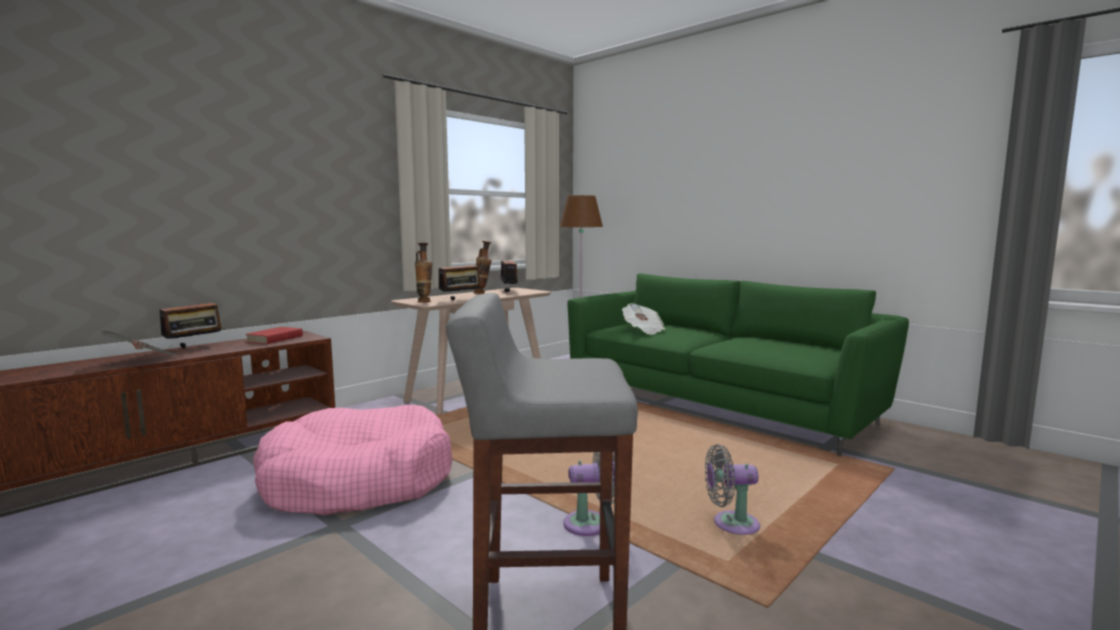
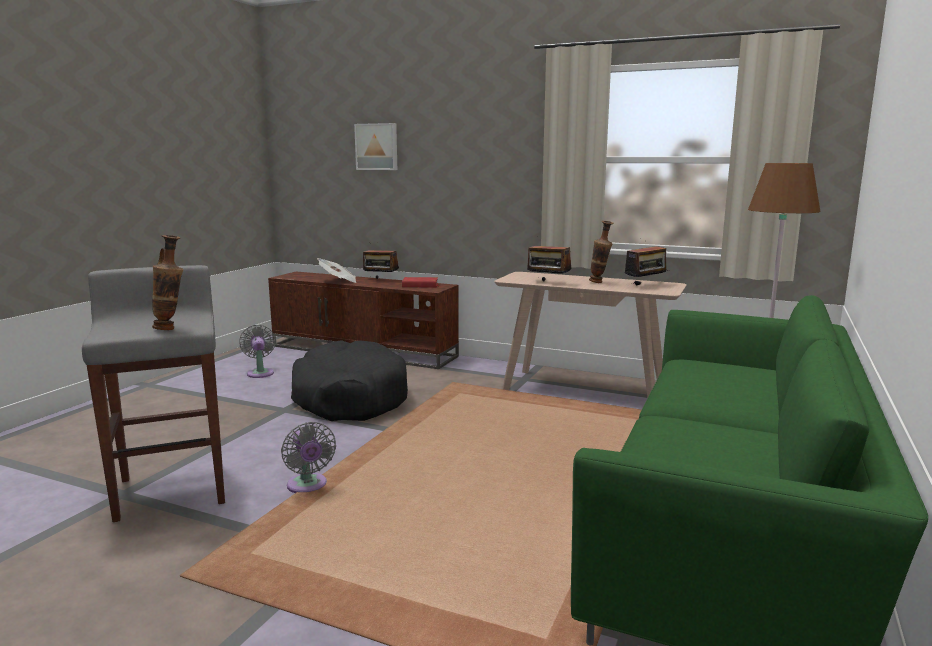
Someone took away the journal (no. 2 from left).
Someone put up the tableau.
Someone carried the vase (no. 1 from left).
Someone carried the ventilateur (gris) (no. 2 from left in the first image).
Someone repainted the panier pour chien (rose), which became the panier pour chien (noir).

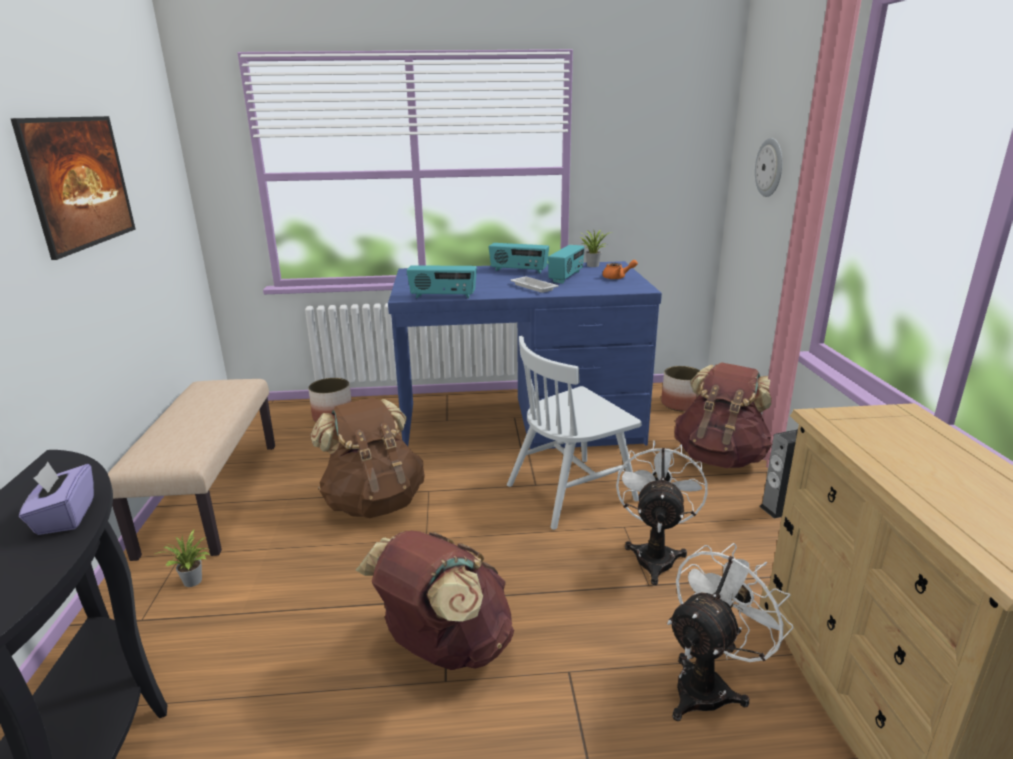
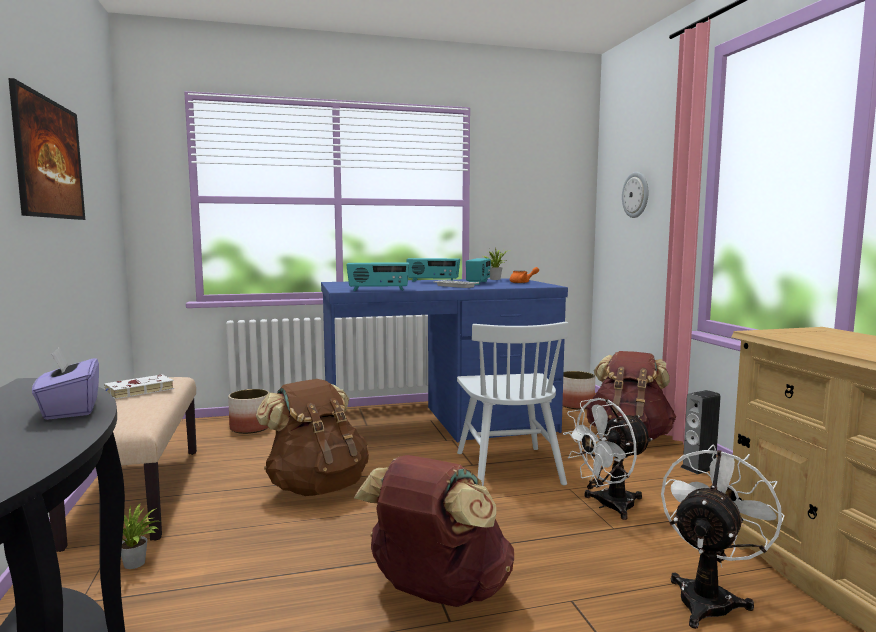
Someone put down the livre (blanc).
Someone rotated the chaise (blanc) by 60 degrees counterclockwise.
Someone rotated the ventilateur (blanc) (no. 1 from left) by 120 degrees counterclockwise.

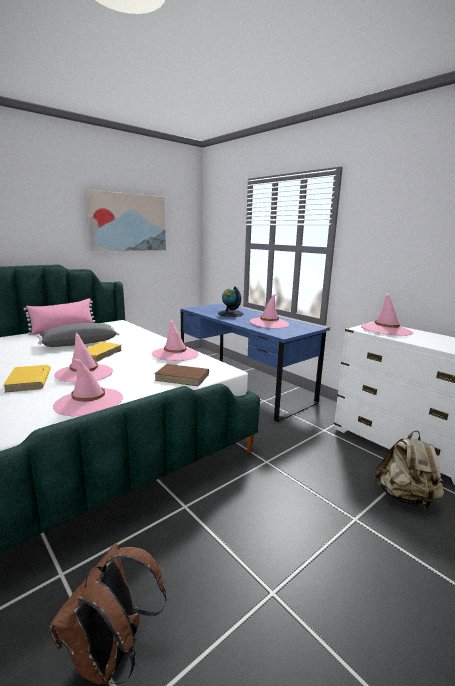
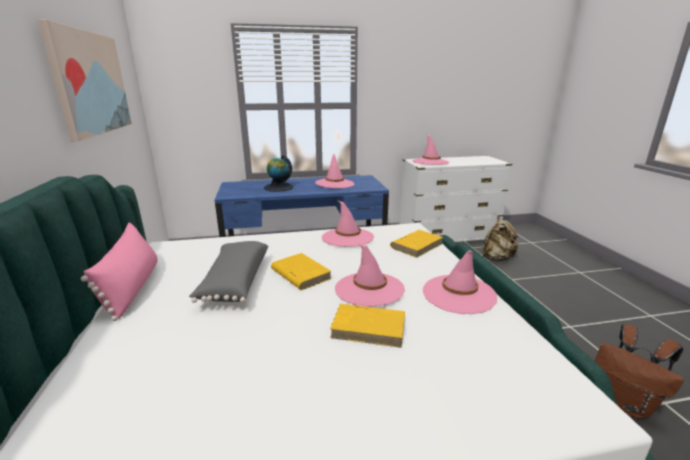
Someone repainted the livre (marron), which became the livre (jaune) (no. 3 from left).

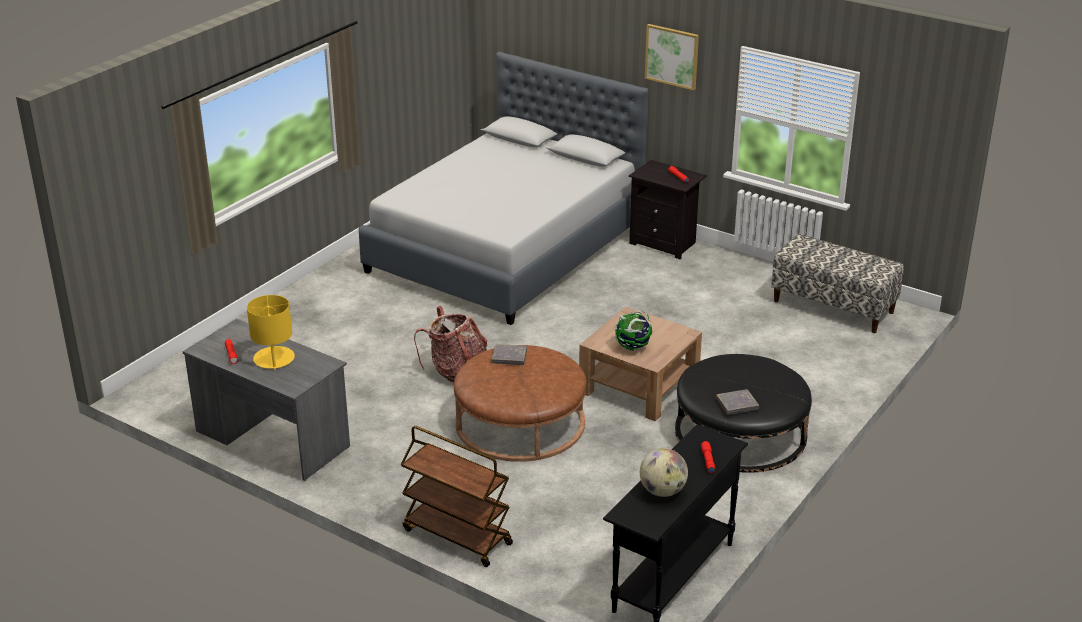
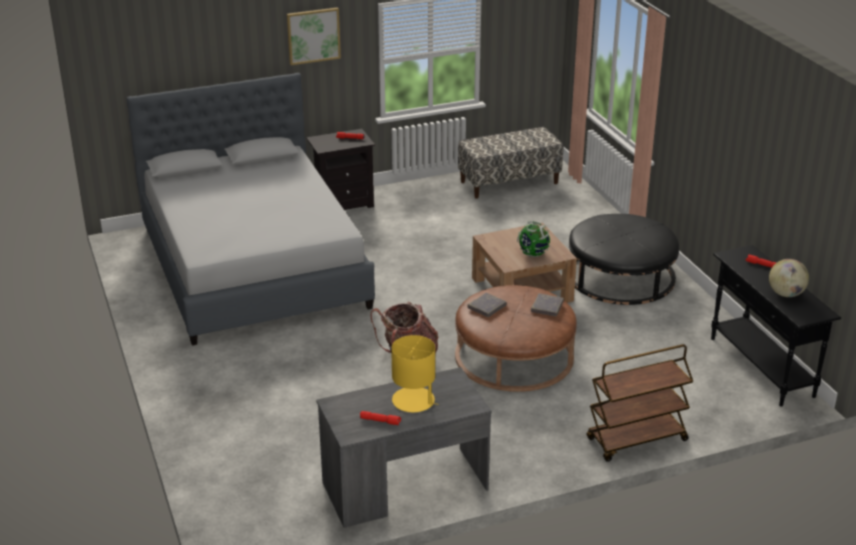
Someone carried the livre (gris) (no. 2 from left).

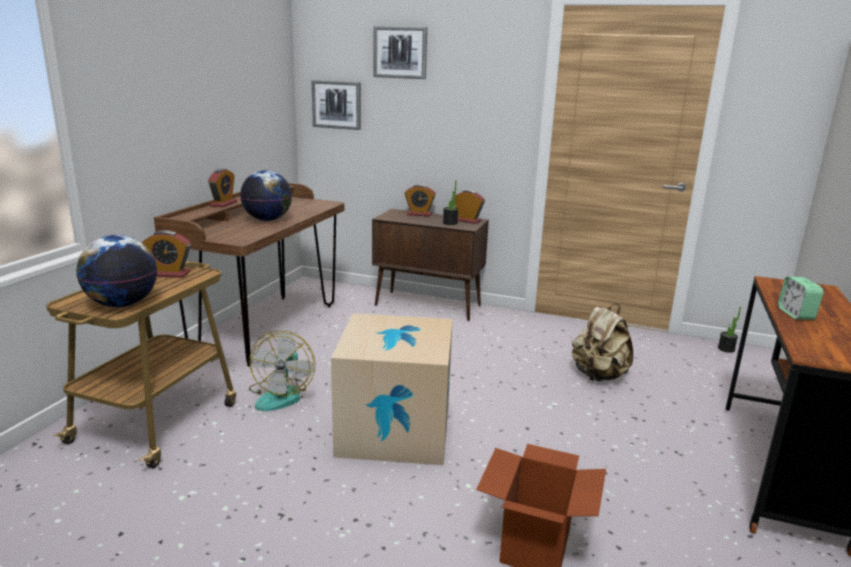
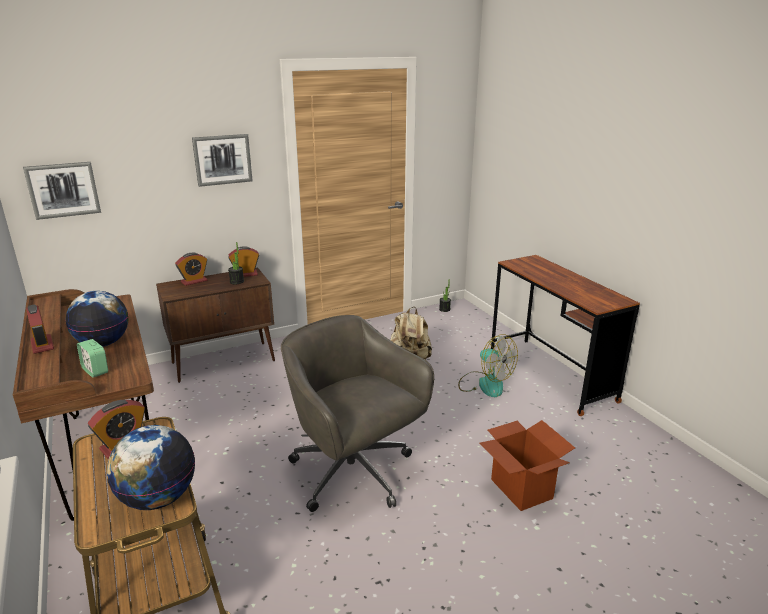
Someone carried the ventilateur.
Someone carried the tableau (no. 2 from left).
Someone carried the réveil (no. 5 from left in the first image).
Someone swapped the carton (no. 1 from left) for the chaise de bureau (gris).

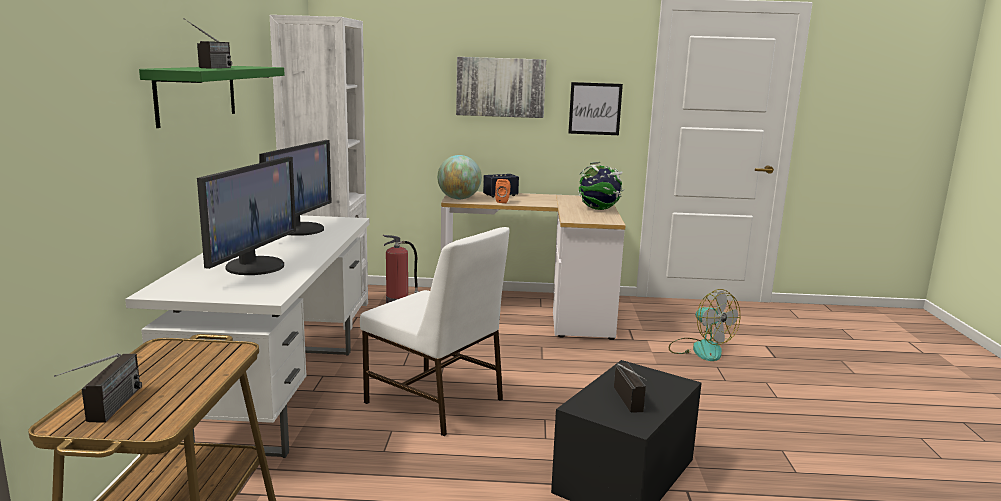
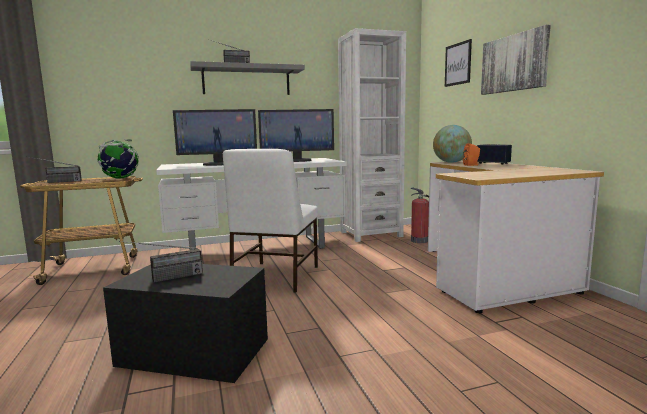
Someone took away the ventilateur.
Someone carried the tableau (no. 2 from left in the first image).
Someone carried the globe (no. 2 from left in the first image).
Someone repainted the étagère (vert), which became the étagère (gris).

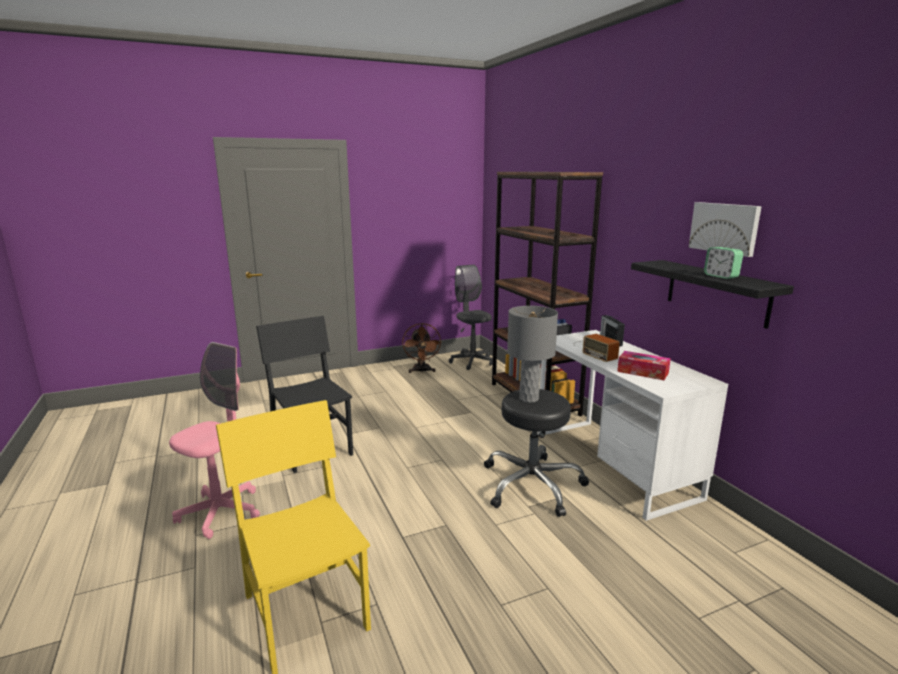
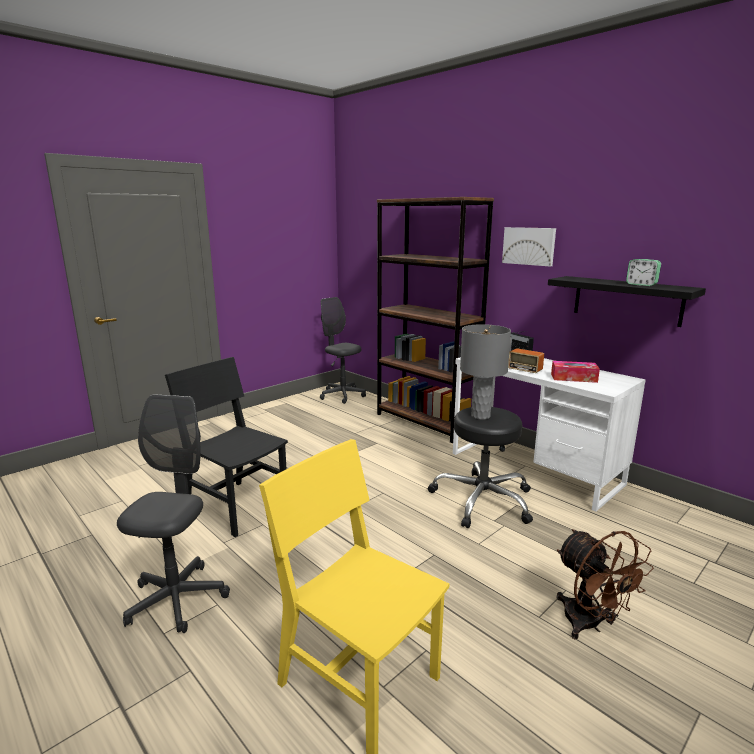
Someone carried the ventilateur (marron).
Someone carried the tableau.
Someone repainted the chaise de bureau (rose), which became the chaise de bureau (gris) (no. 1 from left).

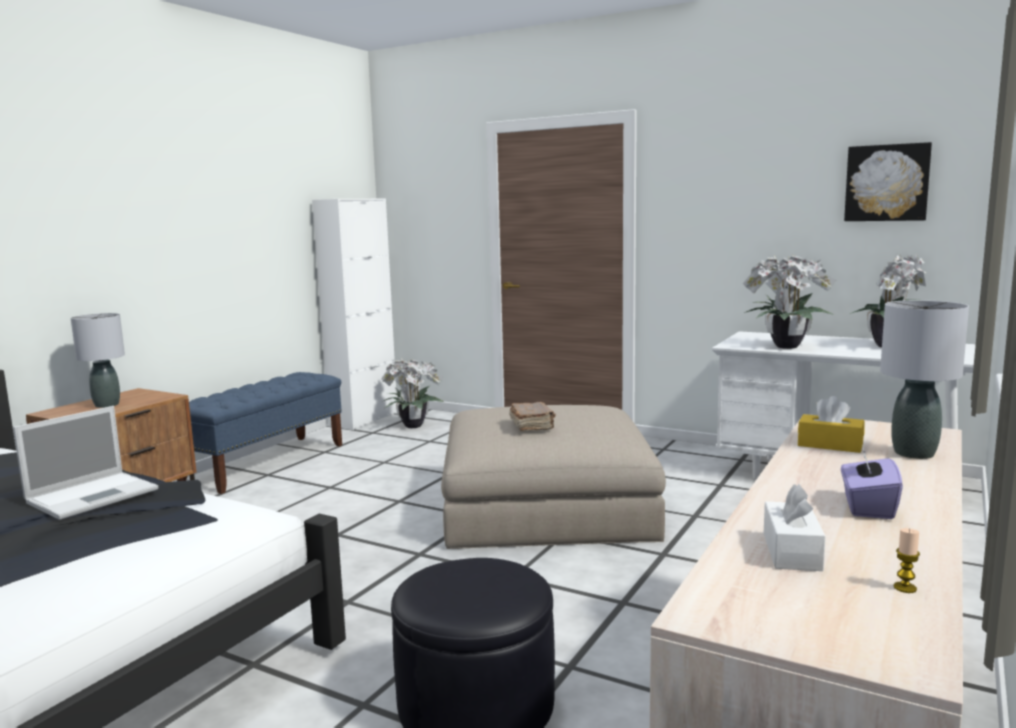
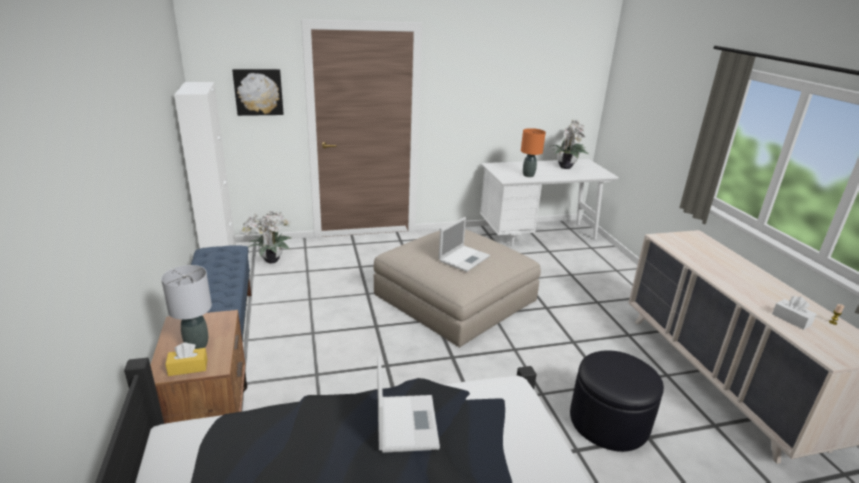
Someone took away the boîte à mouchoirs (violet).
Someone took away the lampe de table (gris) (no. 2 from left).
Someone carried the boîte à mouchoirs (jaune).
Someone carried the tableau.
Someone swapped the livre (marron) for the ordinateur portable (no. 2 from left).
Someone swapped the plante en pot (no. 2 from left) for the lampe de table (orange).

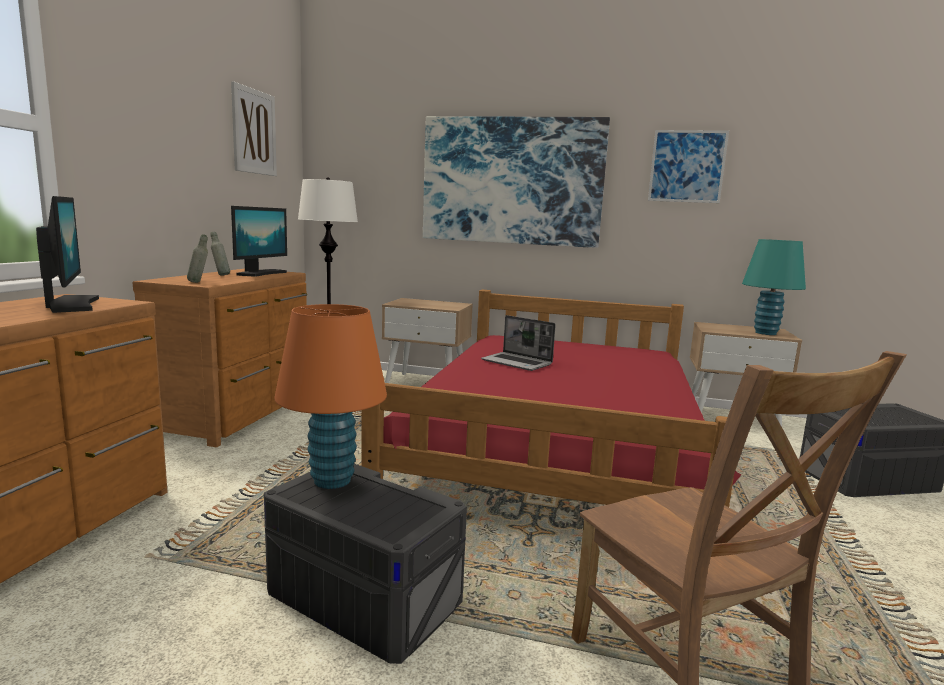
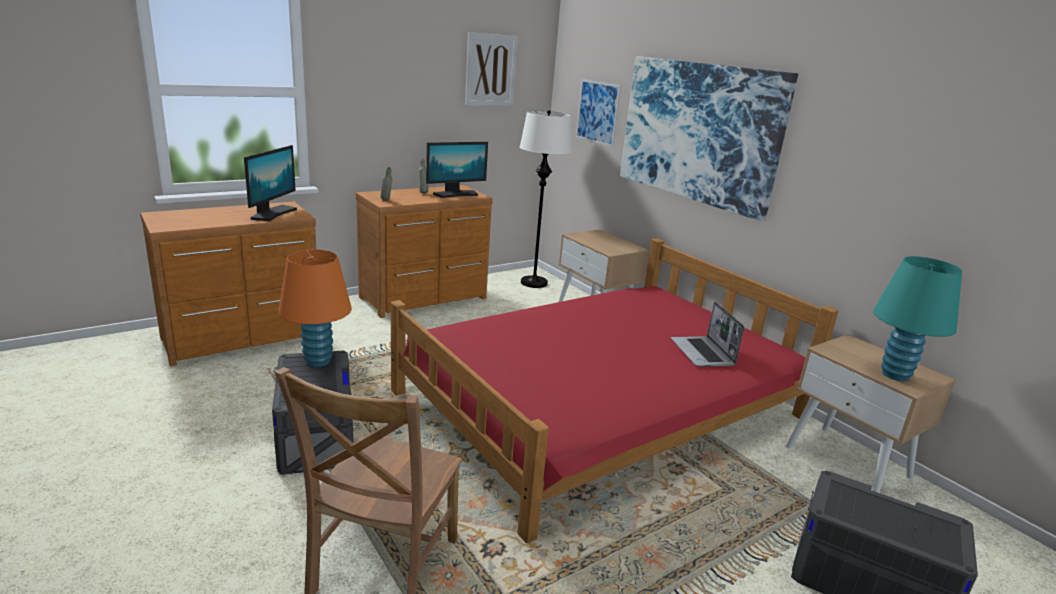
Someone carried the ordinateur portable.
Someone carried the tableau (no. 3 from left in the first image).

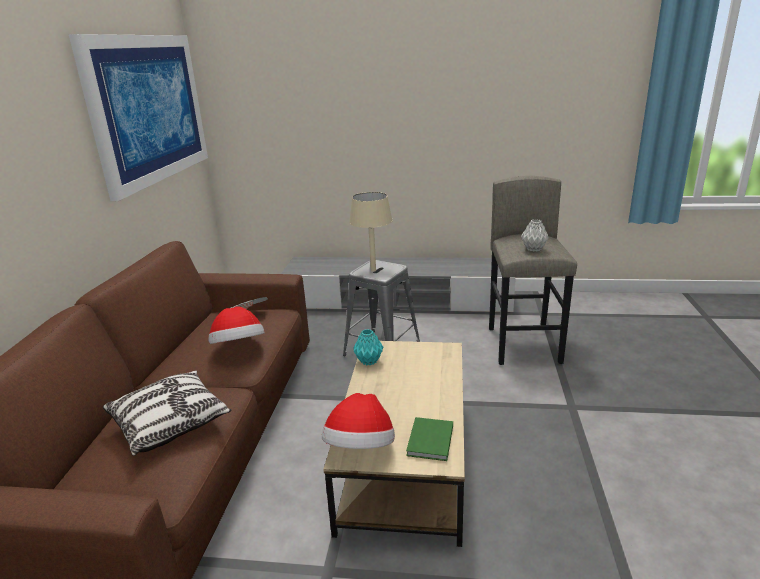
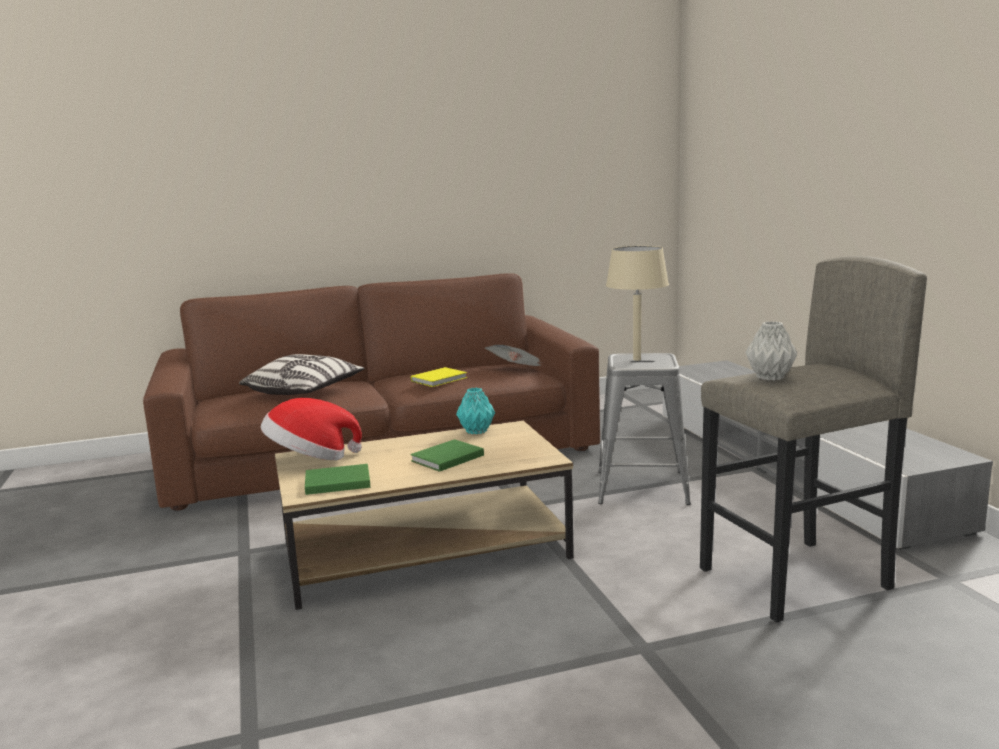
Someone took away the tableau.
Someone put down the livre (vert) (no. 2 from left).
Someone swapped the chapeau (no. 1 from left) for the livre (jaune).

